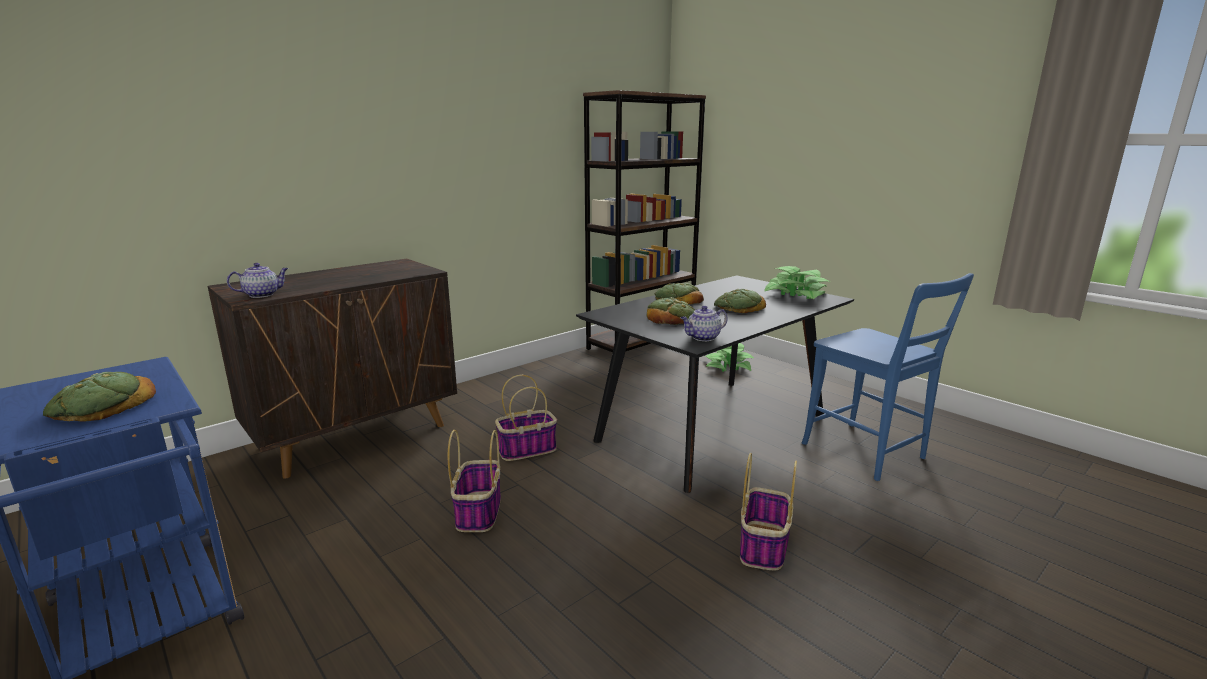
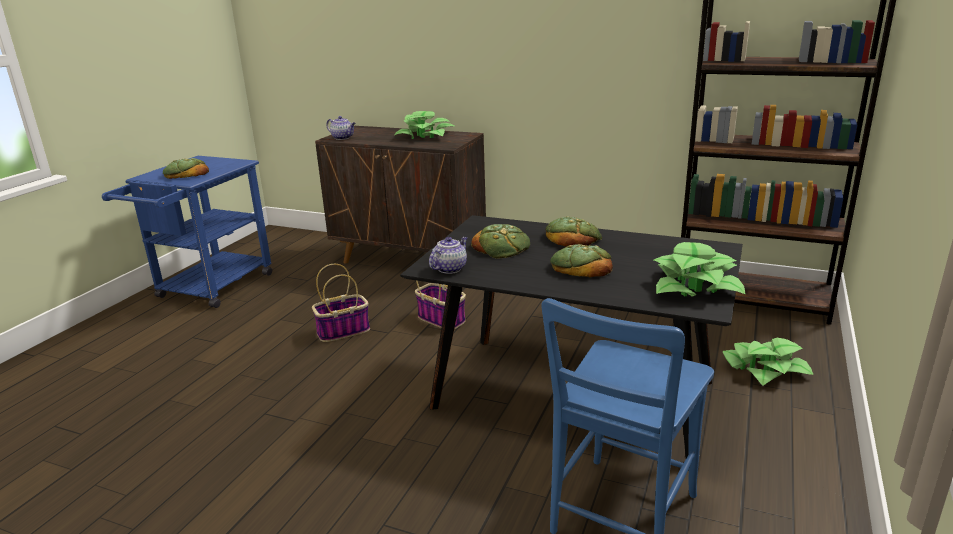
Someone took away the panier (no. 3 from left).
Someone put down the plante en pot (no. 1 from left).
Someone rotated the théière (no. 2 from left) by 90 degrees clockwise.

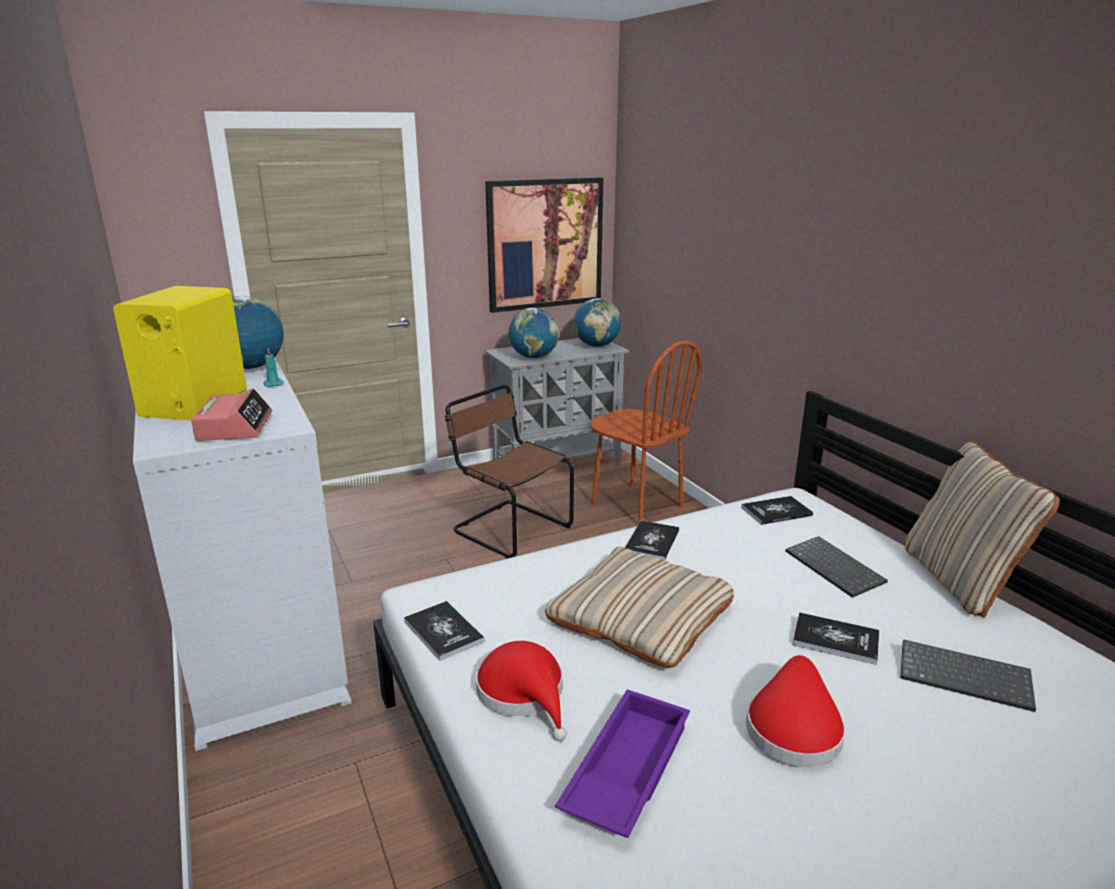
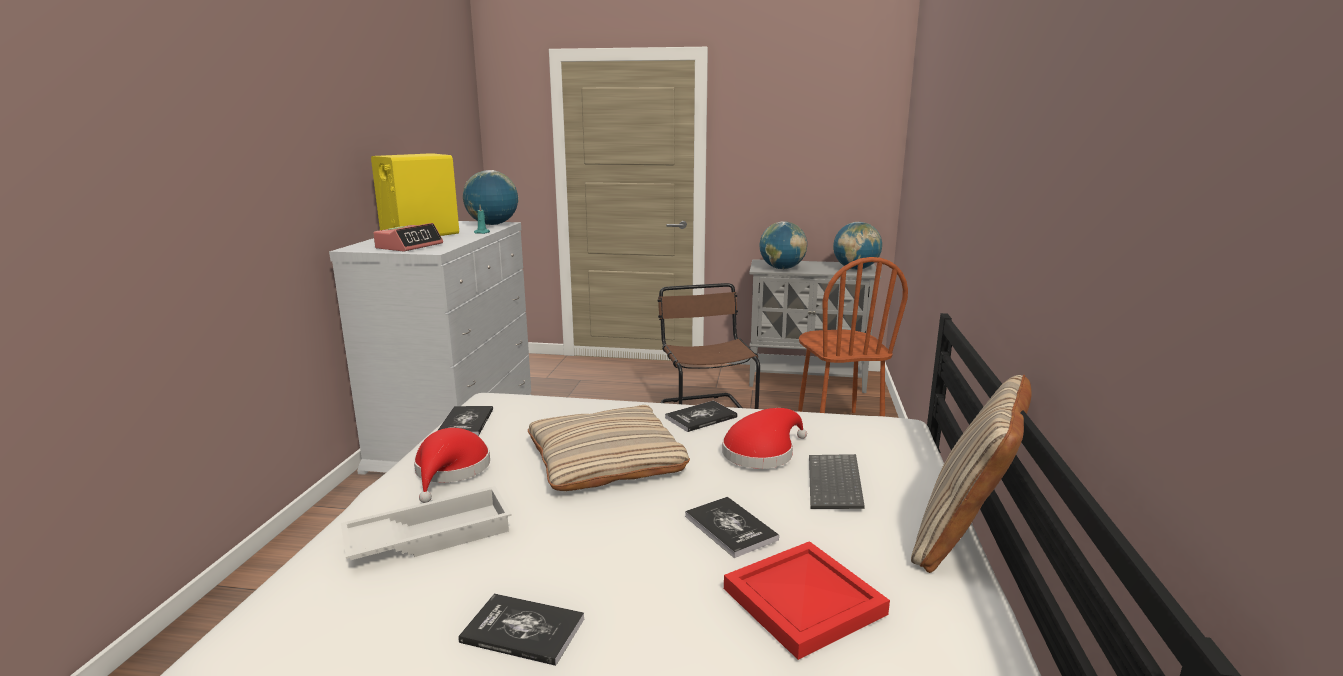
Someone took away the tableau.
Someone carried the livre (no. 3 from left in the first image).
Someone carried the chapeau (rouge) (no. 2 from left).
Someone swapped the clavier (no. 2 from left) for the plateau (rouge).
Someone repainted the plateau (violet), which became the plateau (blanc).

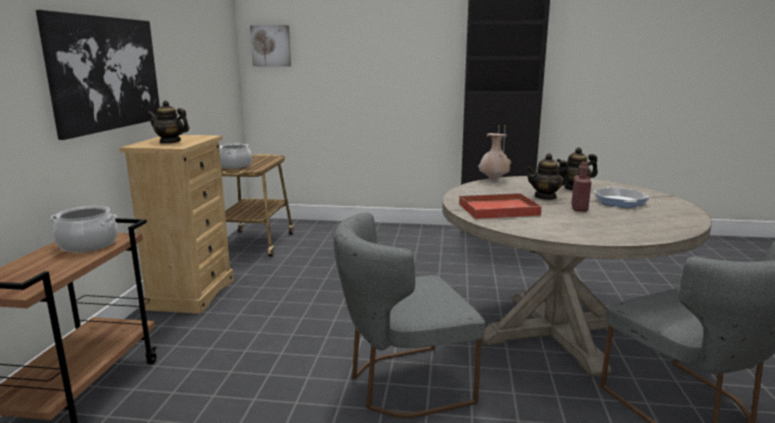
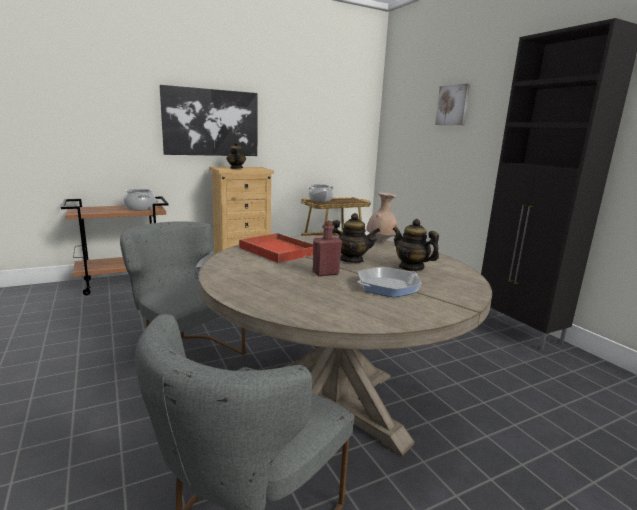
Someone carried the tableau (no. 2 from left).
Someone rotated the théière (no. 2 from left) by 150 degrees clockwise.

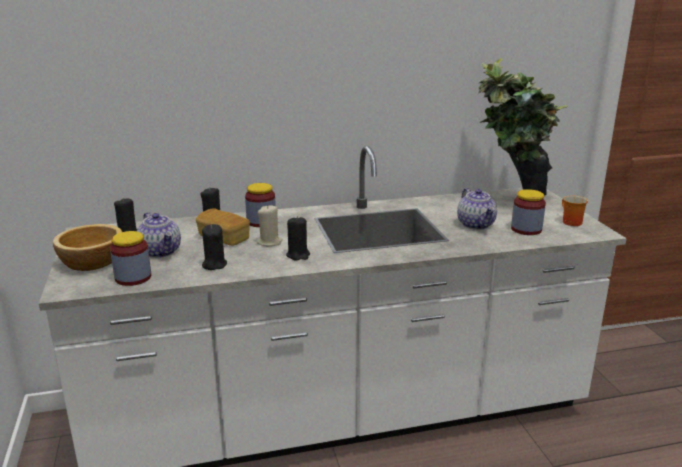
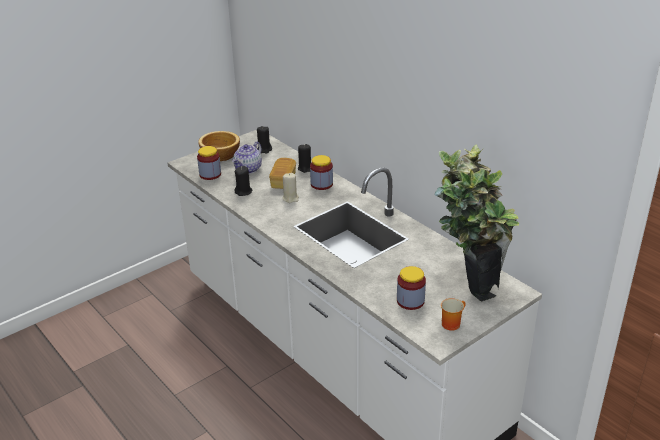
Someone took away the bougie (noir) (no. 4 from left).
Someone took away the théière (no. 2 from left).

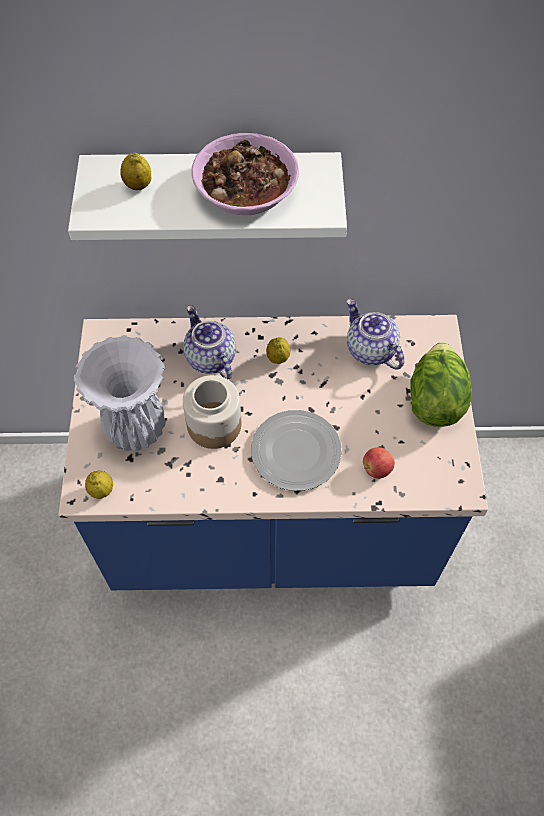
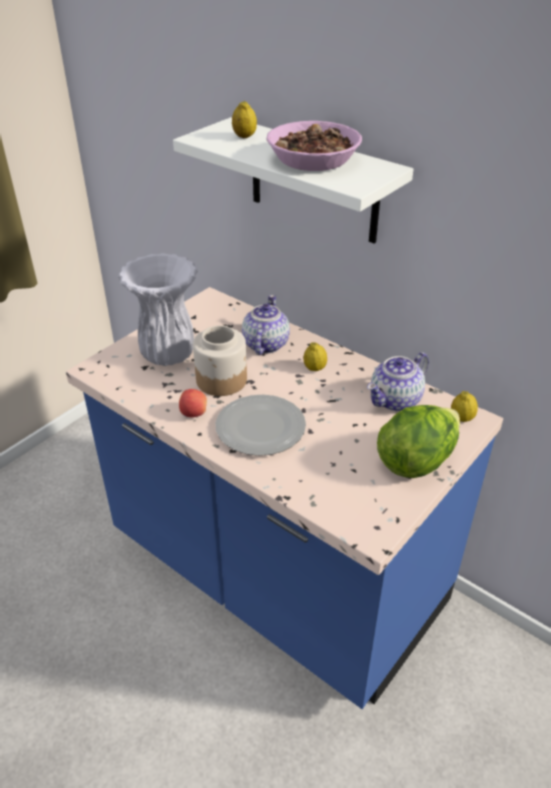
Someone carried the citron (no. 1 from left in the first image).
Someone carried the pomme.
Someone rotated the théière (no. 2 from left) by 135 degrees counterclockwise.

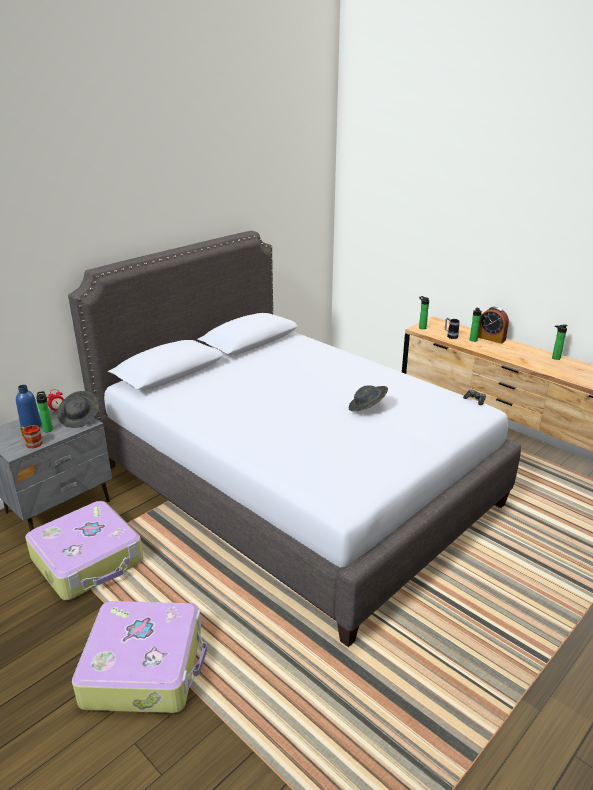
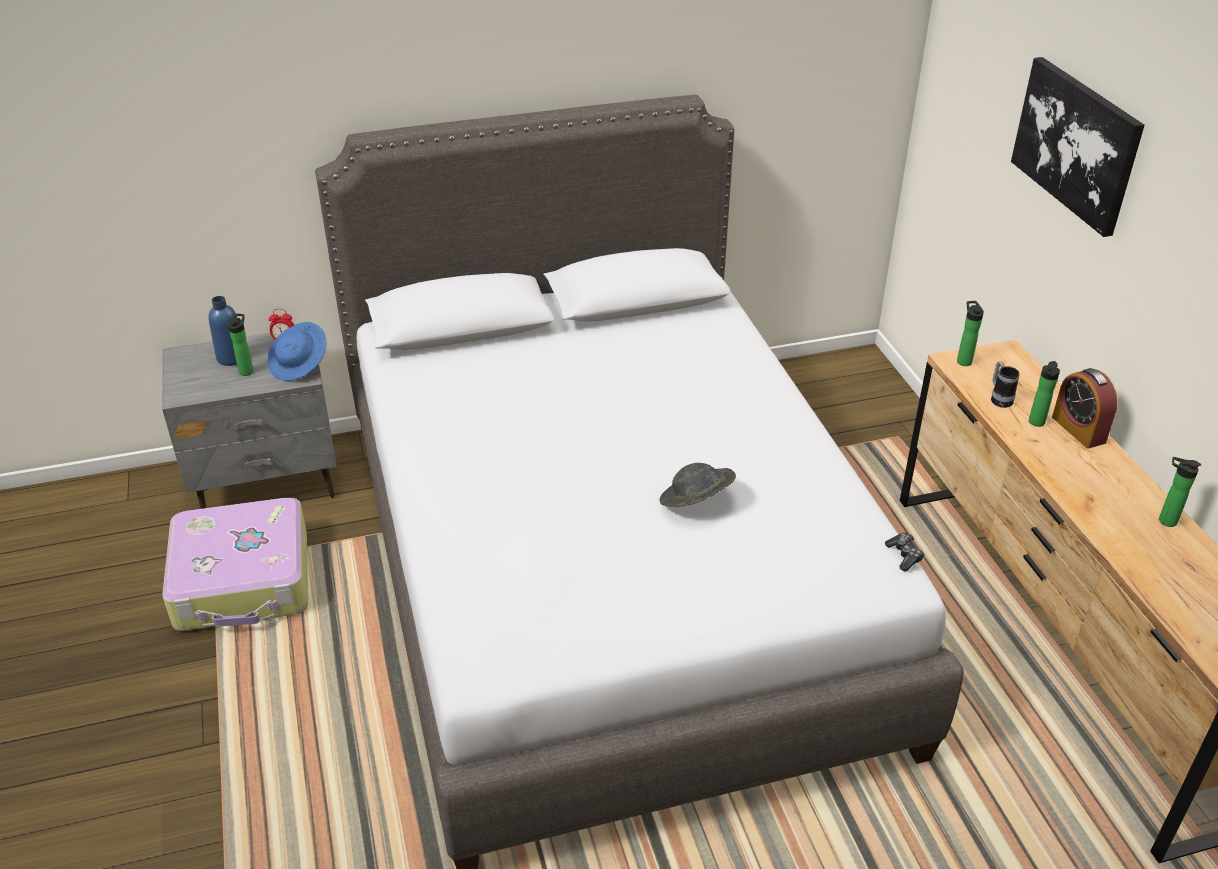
Someone took away the mug (no. 1 from left).
Someone took away the valise (no. 2 from left).
Someone put up the tableau.
Someone repainted the chapeau (gris) (no. 1 from left), which became the chapeau (bleu).

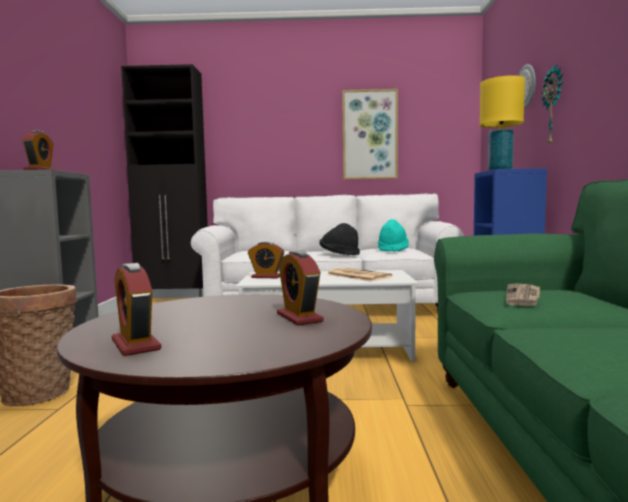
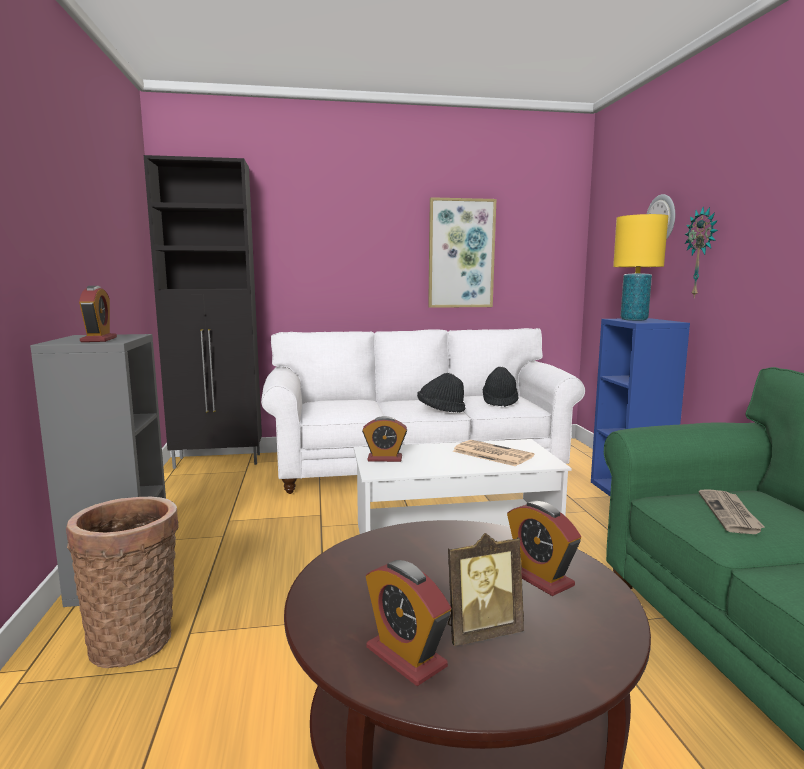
Someone put down the cadre photo.
Someone repainted the chapeau (turquoise), which became the chapeau (noir) (no. 2 from left).

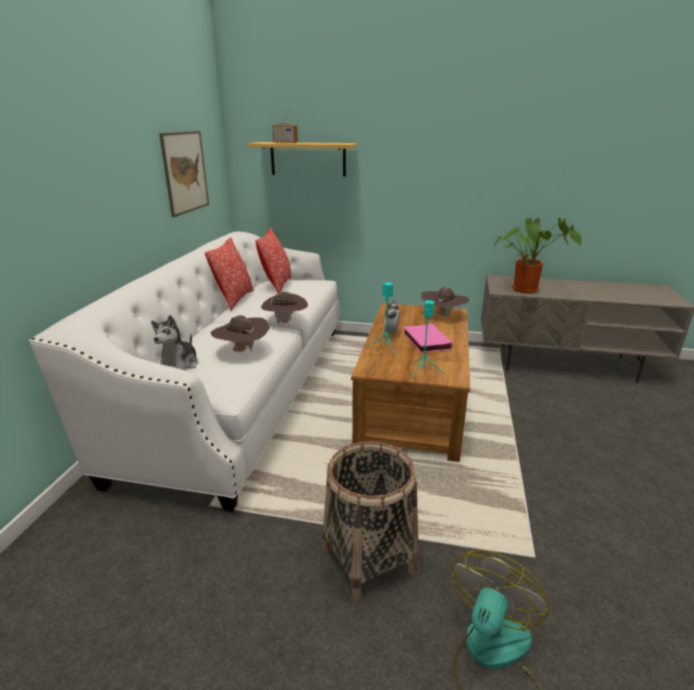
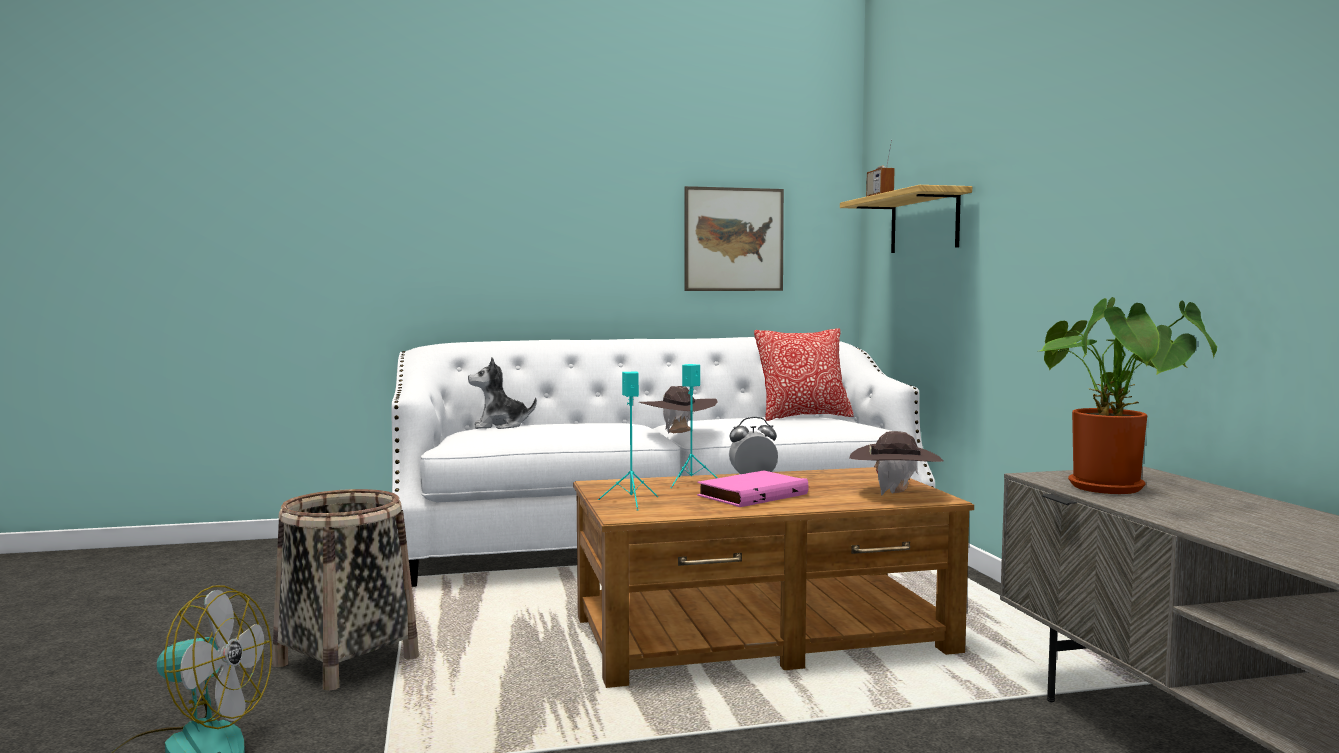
Someone took away the coussin (no. 1 from left).
Someone took away the chapeau (marron) (no. 1 from left).

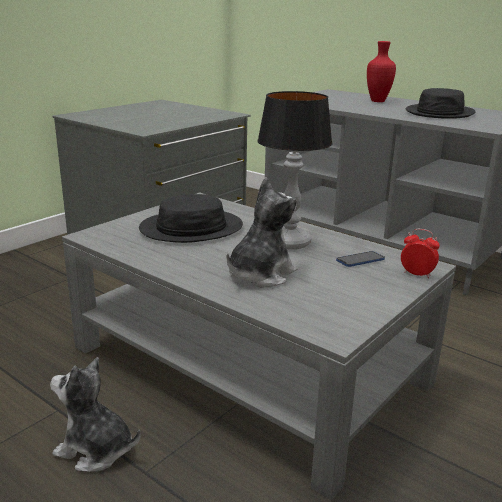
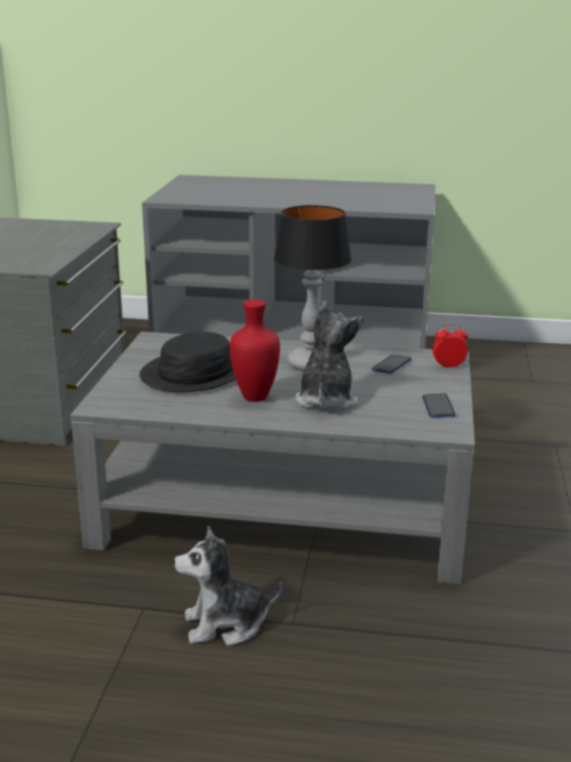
Someone took away the chapeau (noir) (no. 2 from left).
Someone put down the téléphone (no. 2 from left).
Someone carried the vase (rouge).

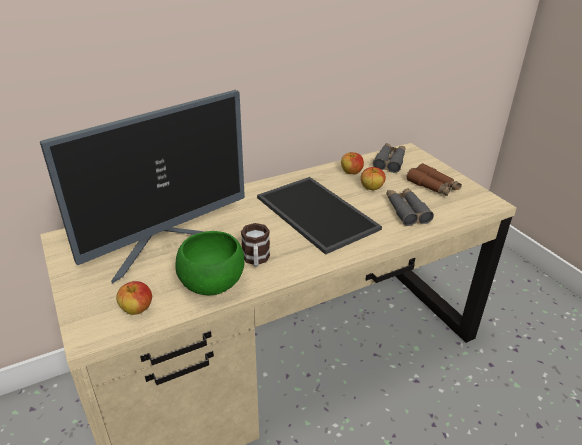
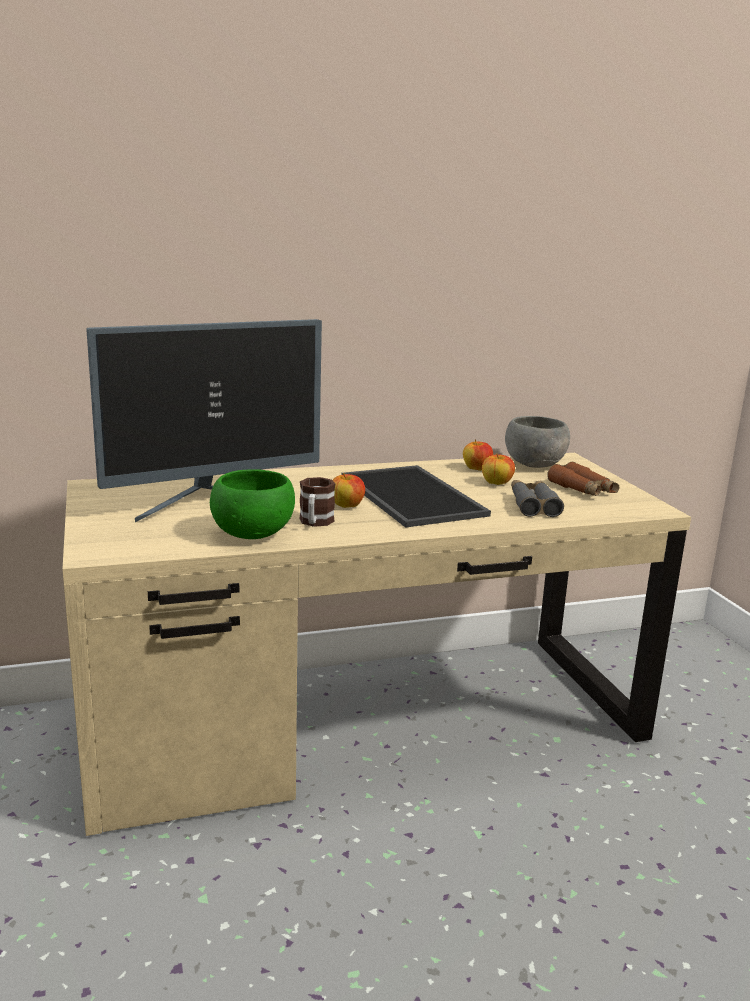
Someone carried the pomme (no. 1 from left).
Someone swapped the jumelles (gris) (no. 1 from left) for the bol (gris).

